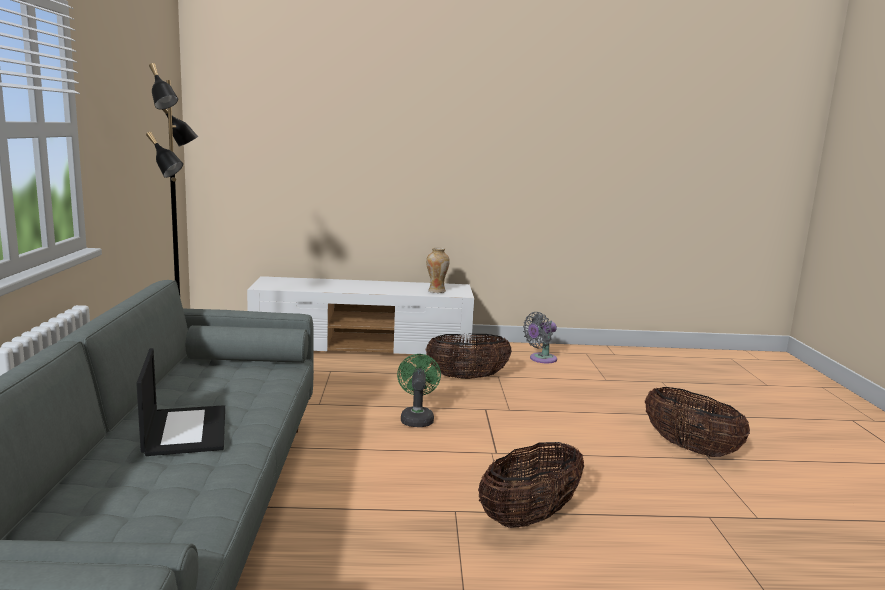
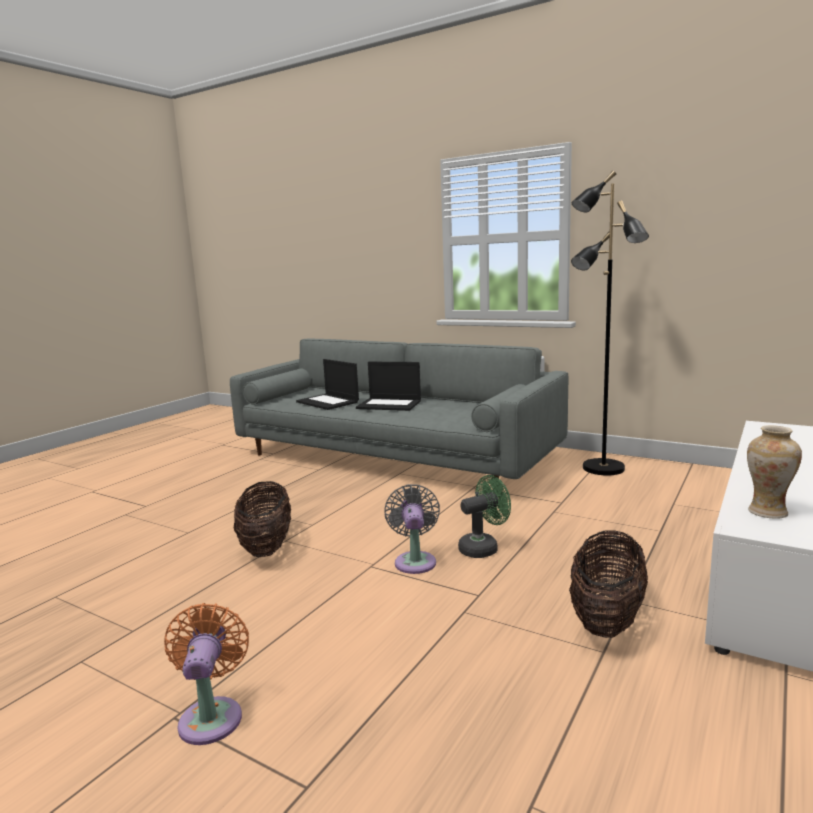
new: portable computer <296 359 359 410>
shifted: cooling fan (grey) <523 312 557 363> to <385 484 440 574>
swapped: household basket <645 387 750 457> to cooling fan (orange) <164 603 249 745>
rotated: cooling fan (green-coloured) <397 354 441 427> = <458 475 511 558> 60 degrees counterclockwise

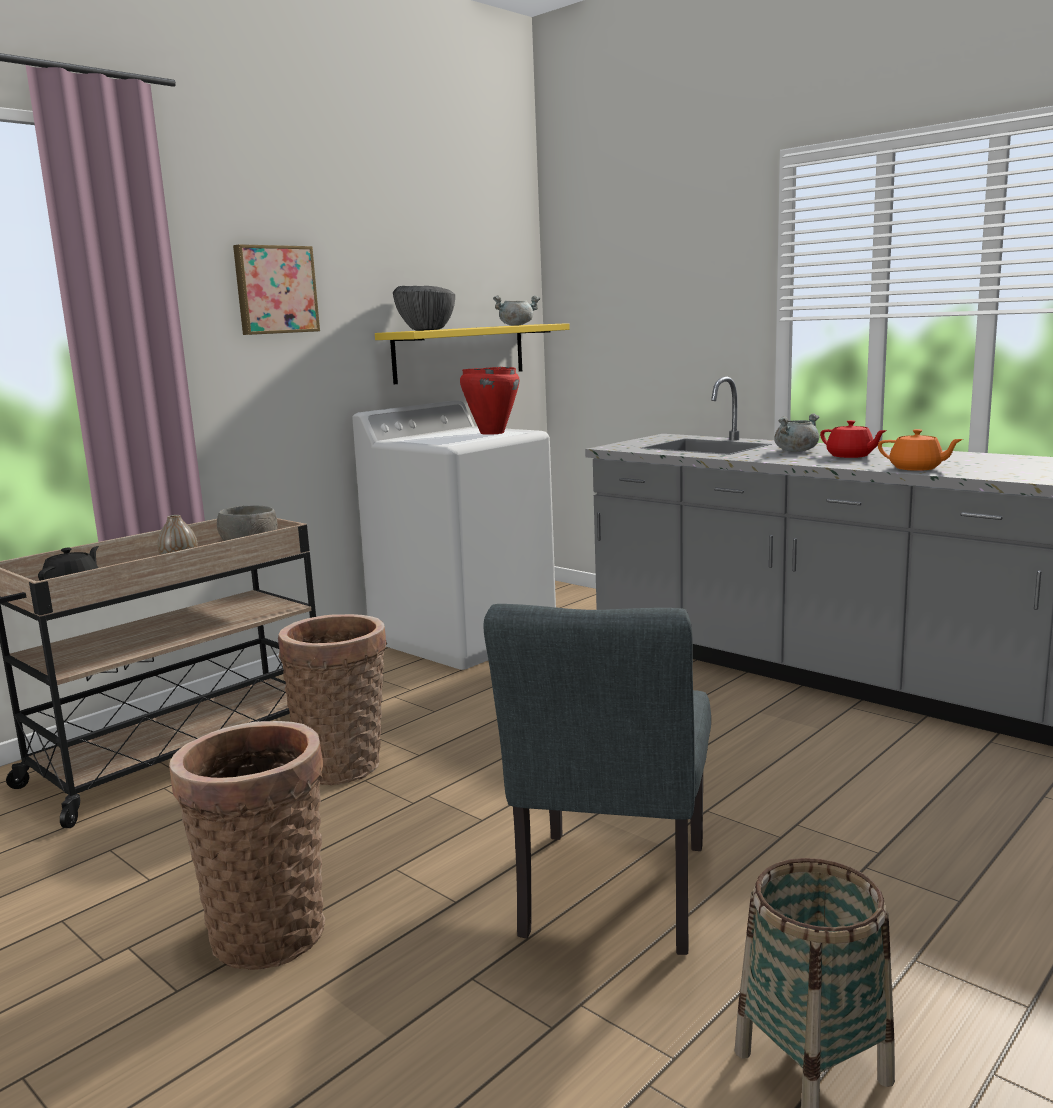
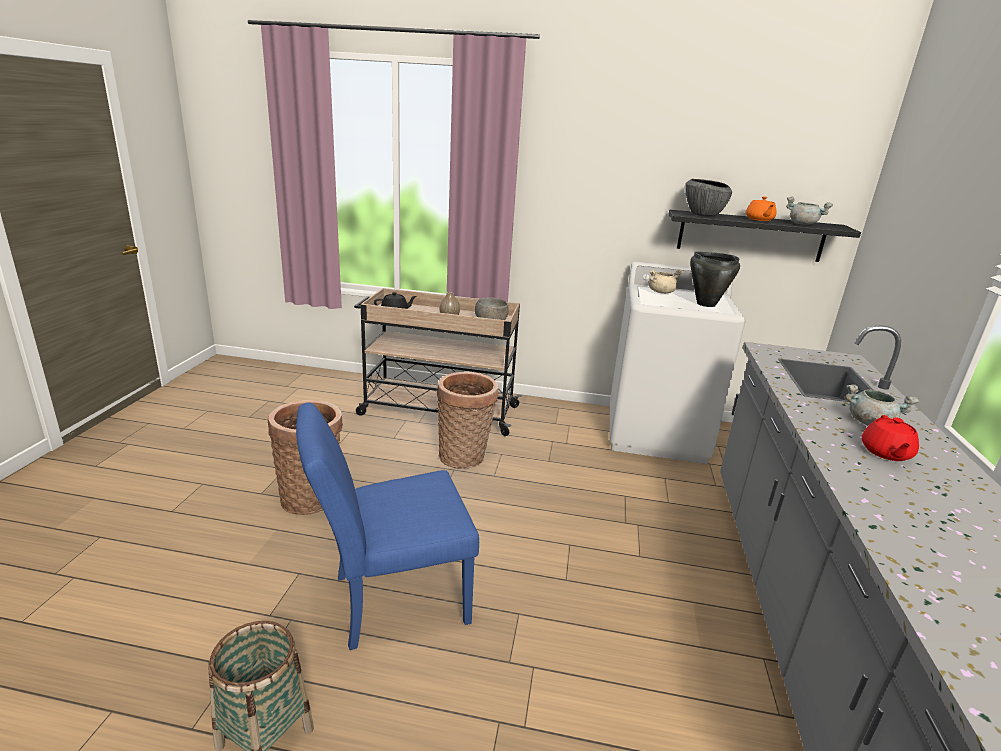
gone: wall picture <233 244 320 335>
new: cooking pot (beige) <649 270 683 294>
shifted: tea pot (orange) <878 429 963 471> to <746 196 776 221>
repainted: shelf (yellowish) <375 323 570 384> to shelf (black) <668 210 861 262>; cooking pot (red) <460 367 519 435> to cooking pot (black) <690 252 740 307>; plain chair (grey) <483 604 711 955> to plain chair (blue) <296 402 479 650>

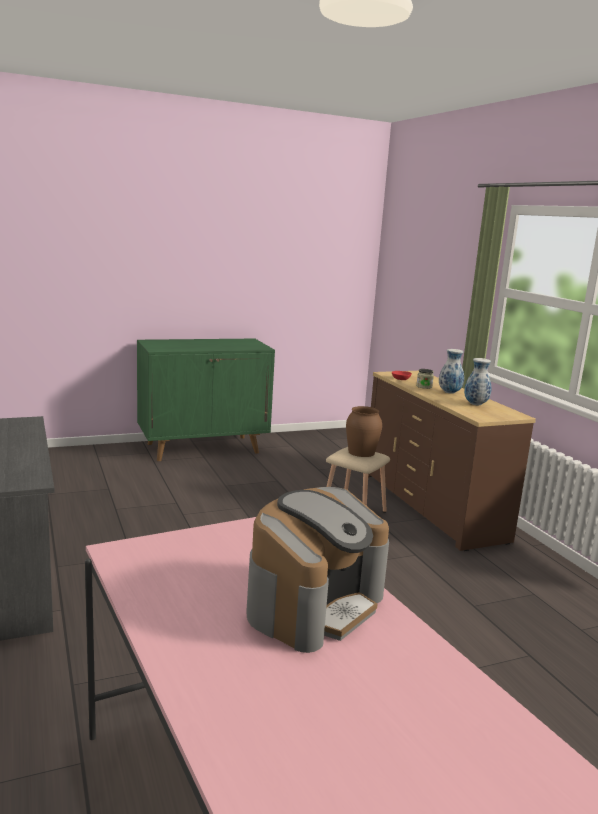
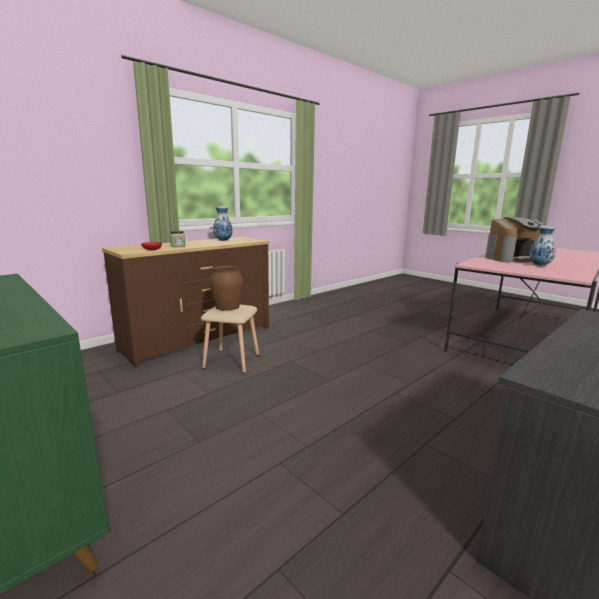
shifted: flower vase <439 349 464 394> to <529 226 556 266>
rotated: coffee brewer <246 487 389 653> = <485 217 546 263> 150 degrees clockwise

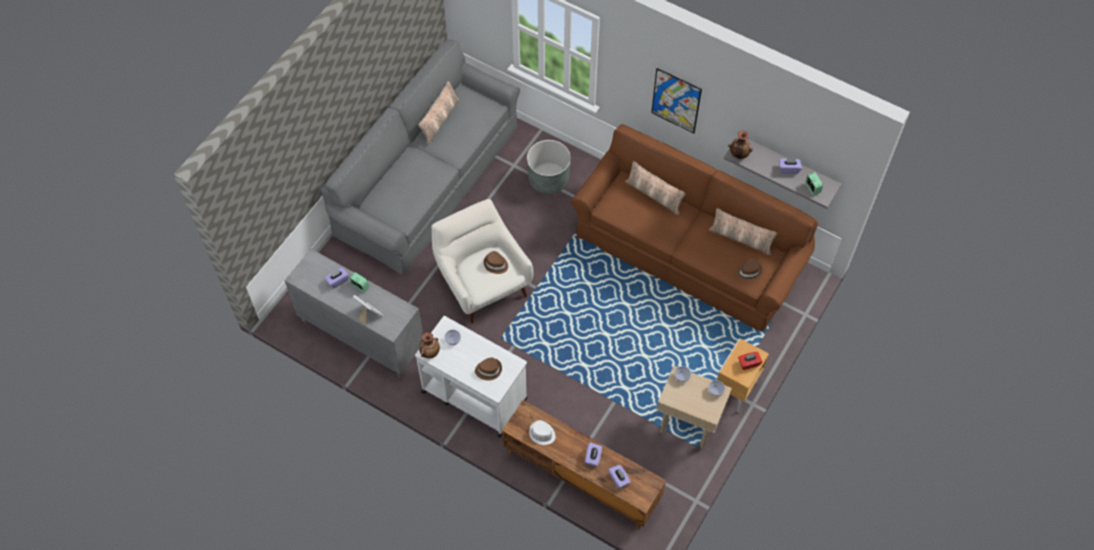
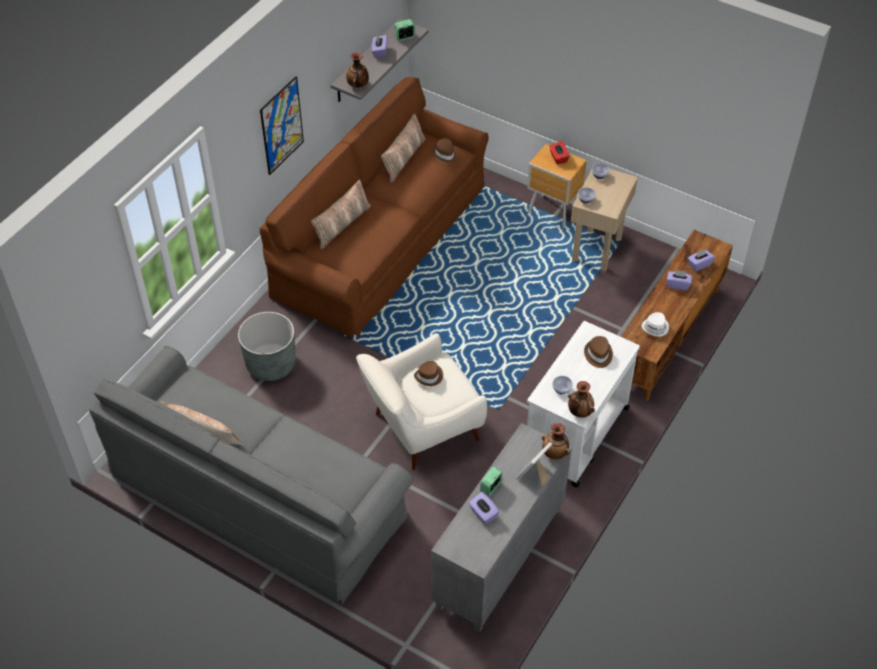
new: flower vase <542 423 569 460>

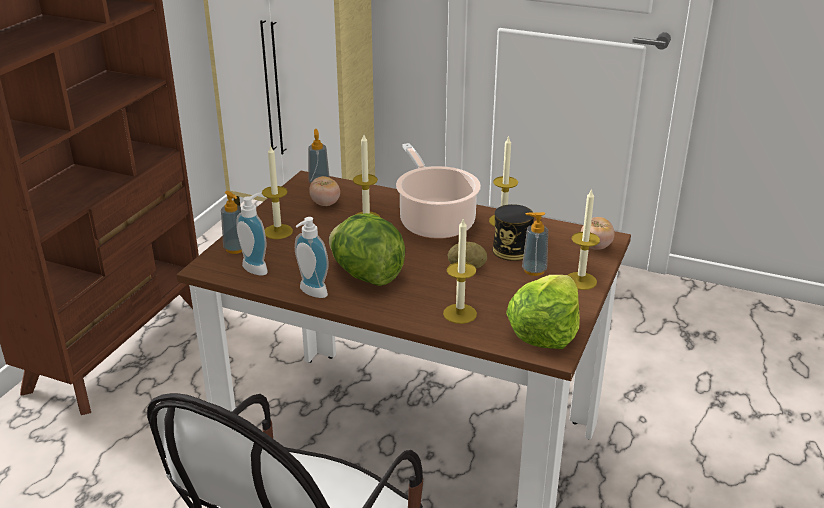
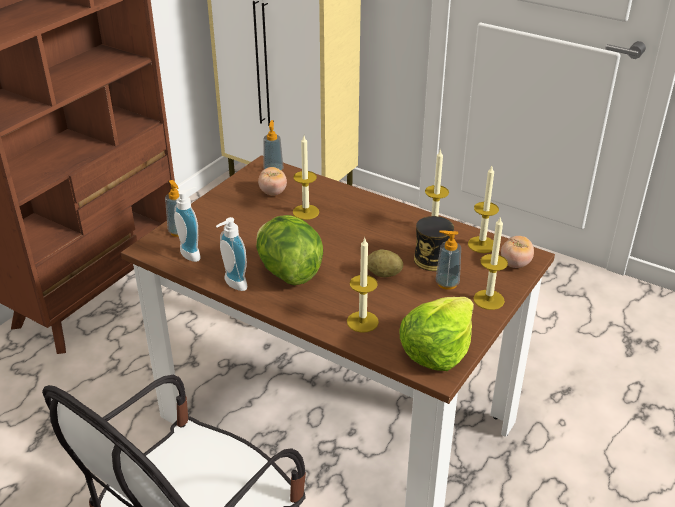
gone: cooking pot <396 143 481 239>
shifted: candle <262 144 293 239> to <468 166 499 253>

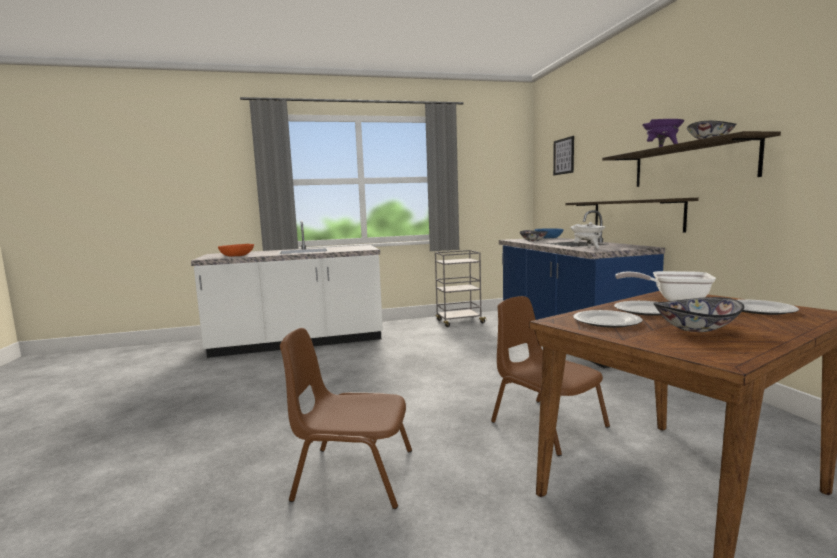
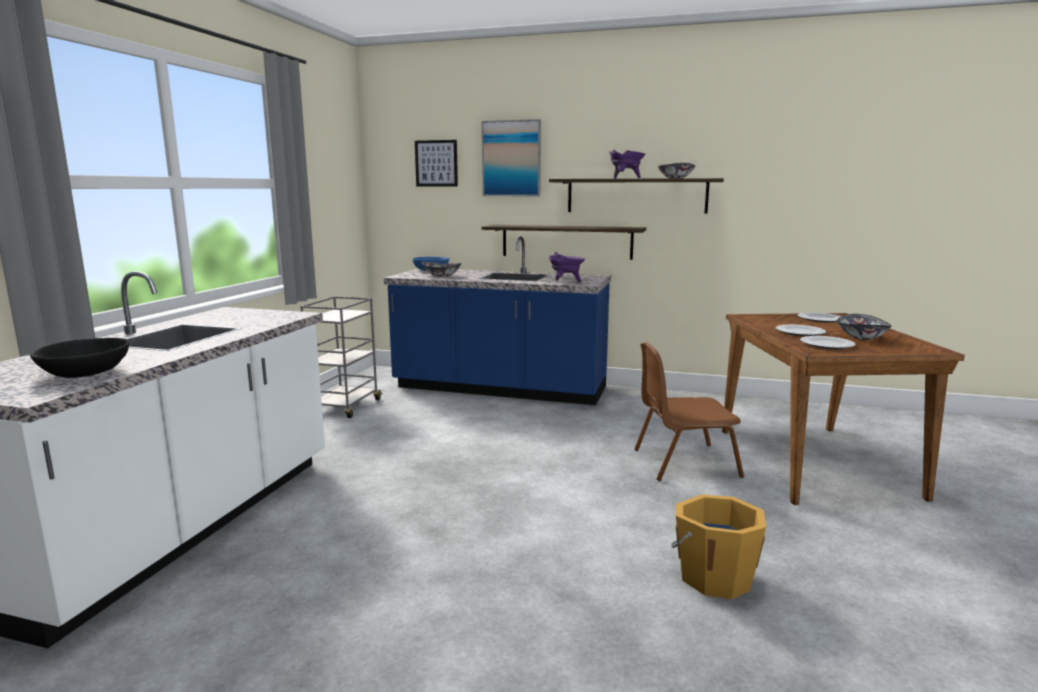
gone: skillet <615 271 716 301>
new: wall picture <482 119 541 196>
swapped: plain chair (brown-coloured) <280 328 412 509> to water bucket (orange) <671 494 766 599>
repainted: serving bowl (orange) <218 244 254 257> to serving bowl (black) <30 338 129 378>; cooking pot (white) <570 222 605 249> to cooking pot (purplish) <549 252 585 282>

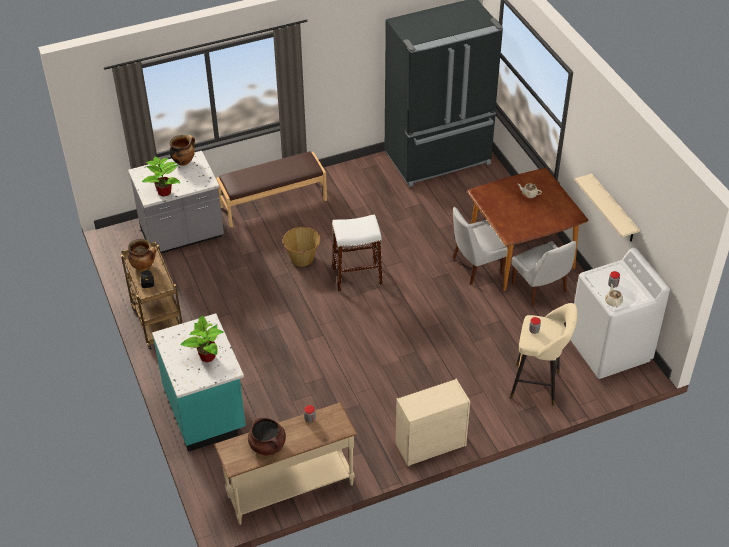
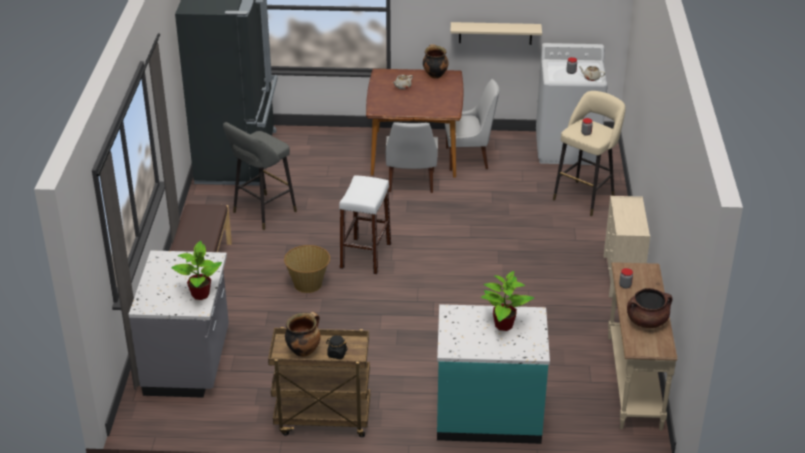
new: stool seat (grey) <223 122 297 230>
shifted: cooking pot <169 135 195 166> to <423 44 449 79>

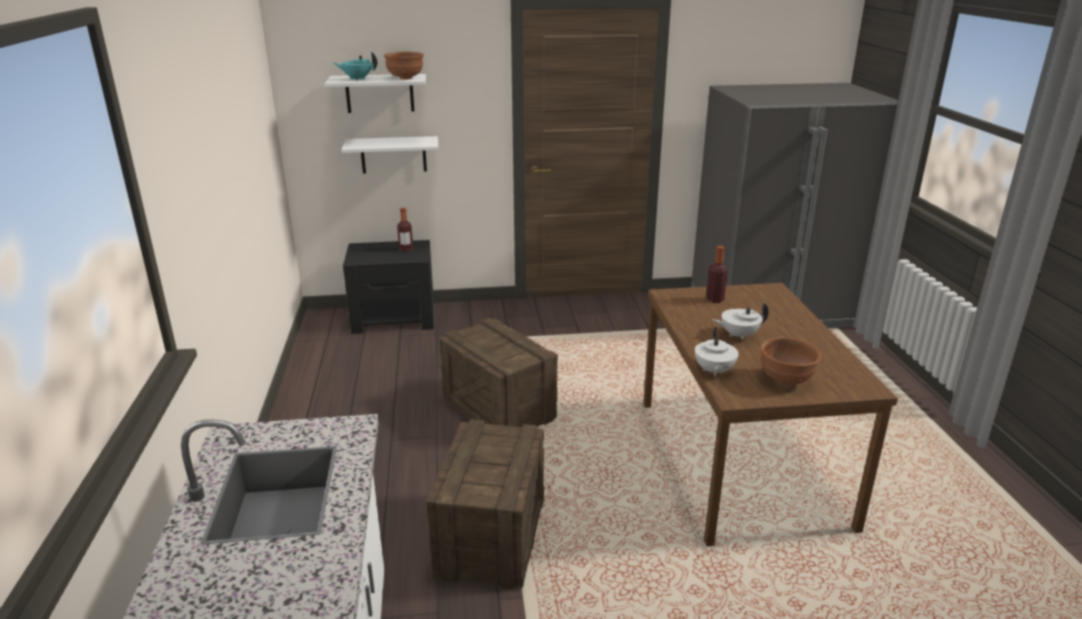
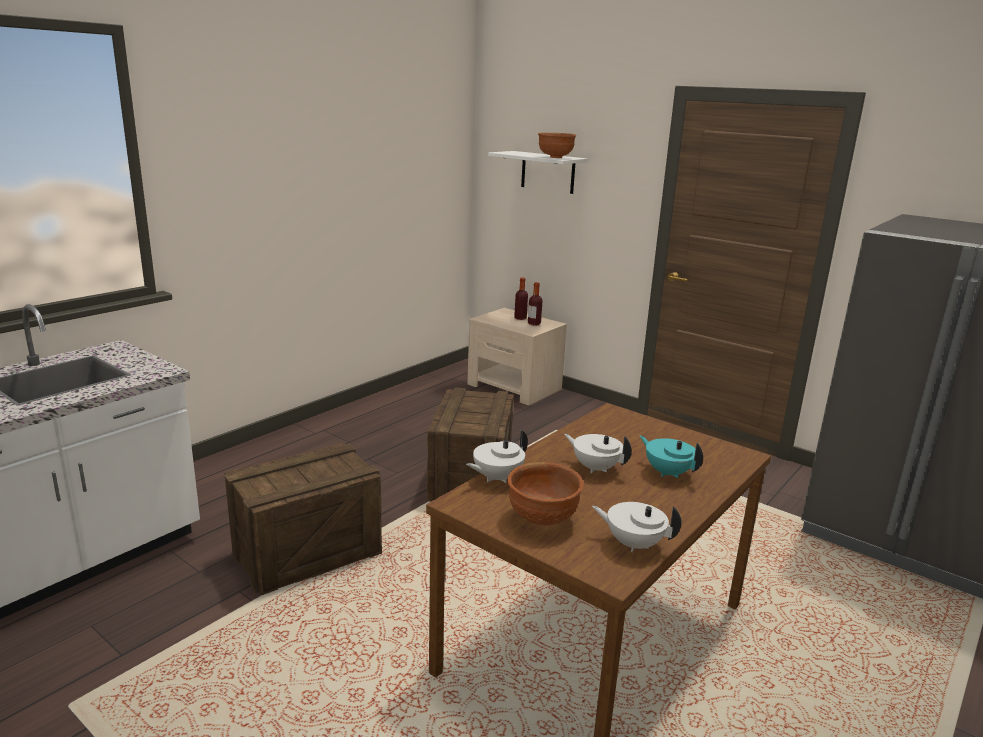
gone: shelf (white) <341 136 438 174>
new: tea pot (white) <592 502 682 552>
shifted: tea pot (blue-green) <334 52 377 80> to <640 436 703 478>; bottle <706 246 727 303> to <514 277 528 320>
repainted: bedside table (black) <343 240 434 334> to bedside table (beige) <467 308 567 405>

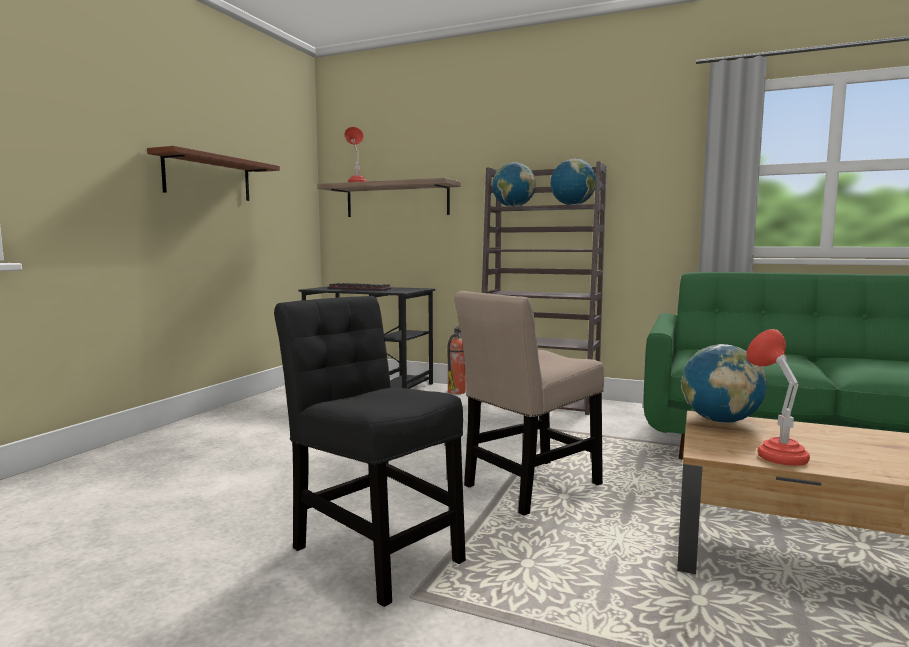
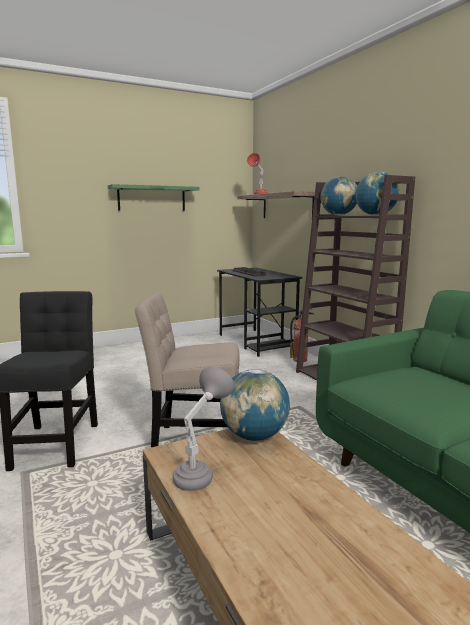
repainted: shelf (brown-coloured) <147 146 280 201> to shelf (green-coloured) <108 184 199 211>; tabletop lamp (red) <746 329 810 466> to tabletop lamp (grey) <173 367 234 491>

